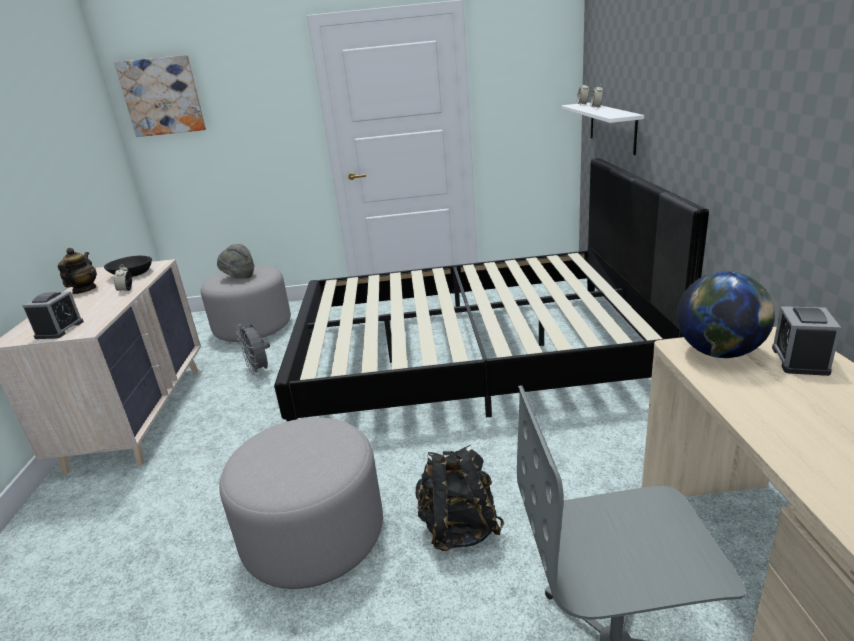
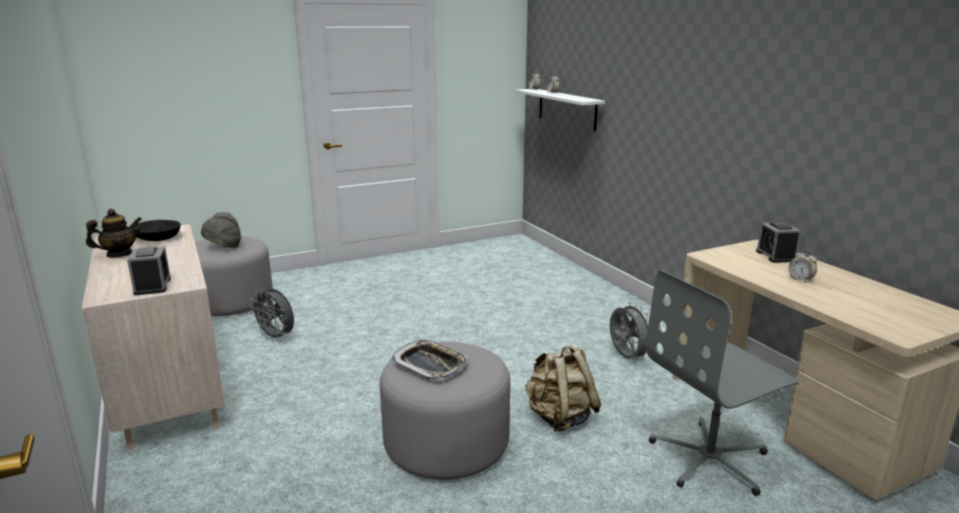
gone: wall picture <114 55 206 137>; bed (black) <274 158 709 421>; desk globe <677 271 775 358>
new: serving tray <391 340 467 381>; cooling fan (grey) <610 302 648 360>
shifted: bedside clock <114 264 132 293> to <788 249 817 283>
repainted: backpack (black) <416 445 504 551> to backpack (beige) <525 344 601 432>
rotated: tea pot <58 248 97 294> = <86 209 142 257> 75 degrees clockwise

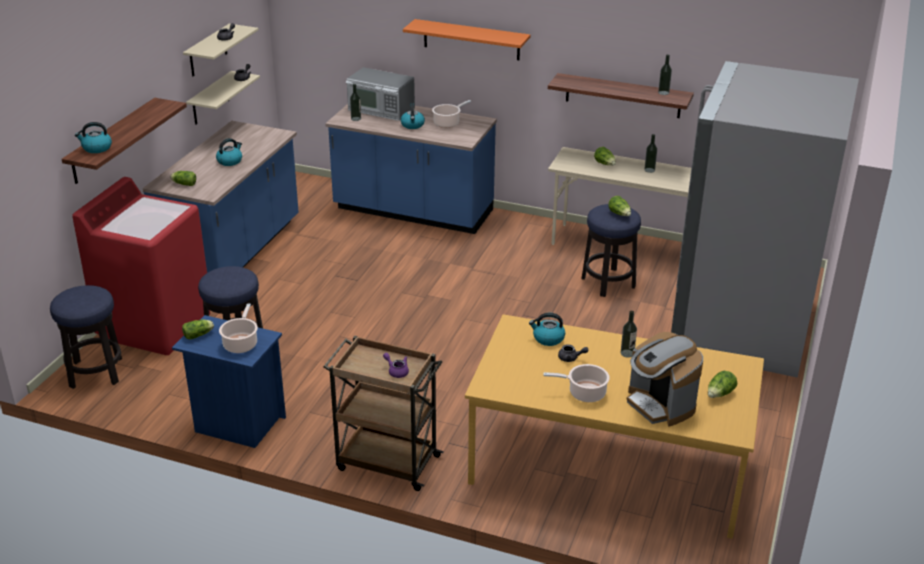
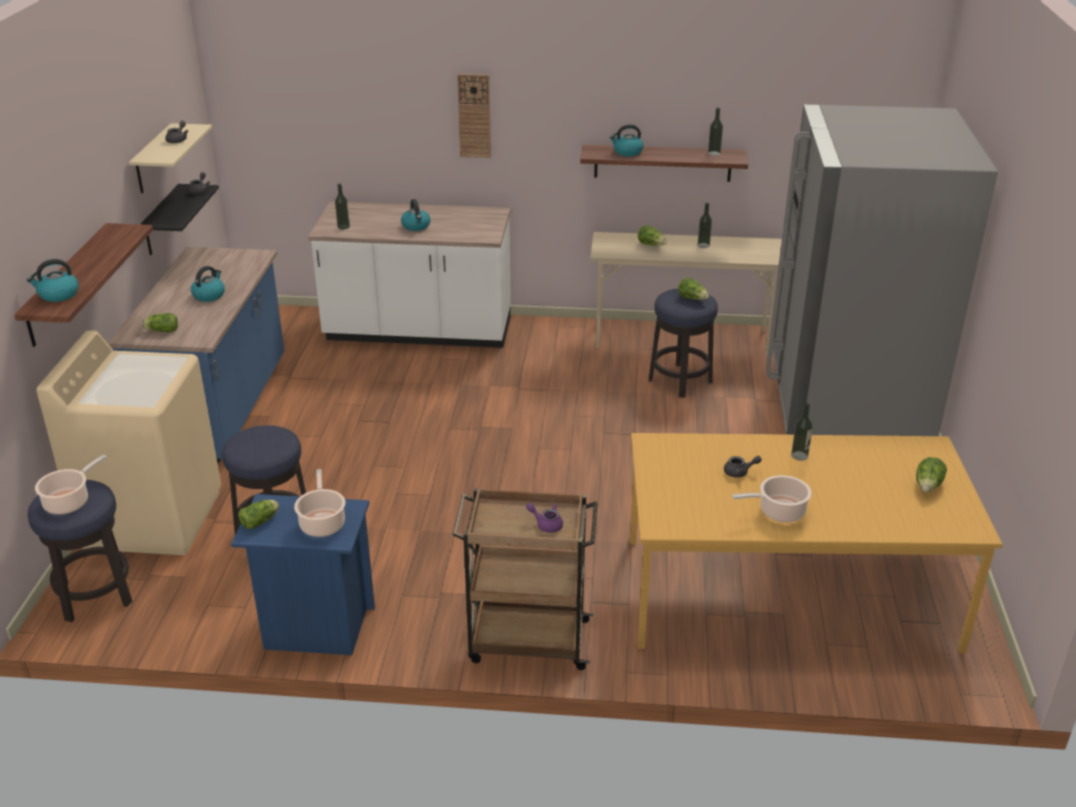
gone: microwave <346 67 415 121>; coffee brewer <626 332 703 427>
shifted: cooking pot <432 100 471 128> to <35 455 107 515>; kettle <529 313 565 346> to <610 124 643 156>
swapped: shelf (orange) <403 19 531 60> to wall clock <457 74 491 158>
repainted: washing machine (red) <72 177 210 355> to washing machine (beige) <36 330 221 555>; shelf (beige) <186 71 260 125> to shelf (black) <141 184 219 255>; counter (blue) <325 104 497 234> to counter (white) <308 201 511 348>

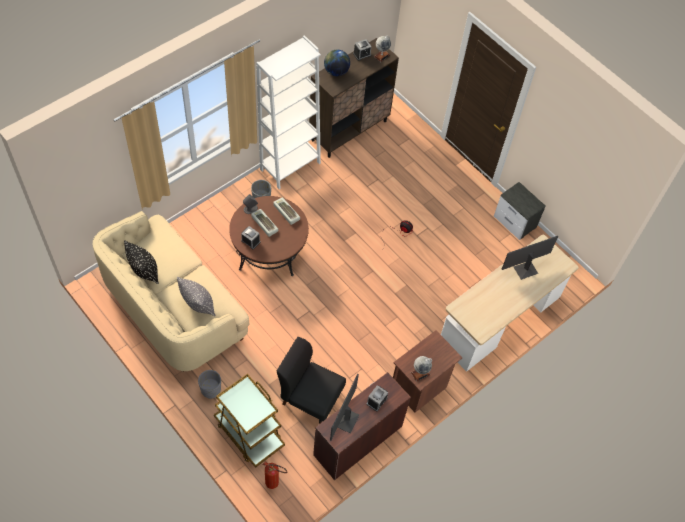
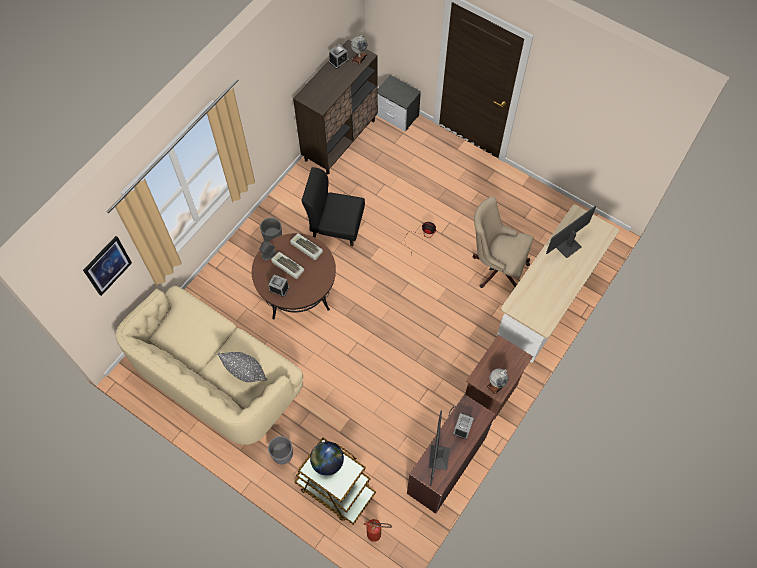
gone: pillow (black) <124 240 159 284>; bookshelf (white) <256 35 321 189>
new: wall picture <83 236 132 296>; computer chair (beige) <473 196 534 290>
shifted: plain chair (black) <277 337 346 424> to <302 167 365 246>; desk globe <324 50 350 76> to <310 441 344 476>; bedside table <494 182 546 240> to <376 75 421 131>

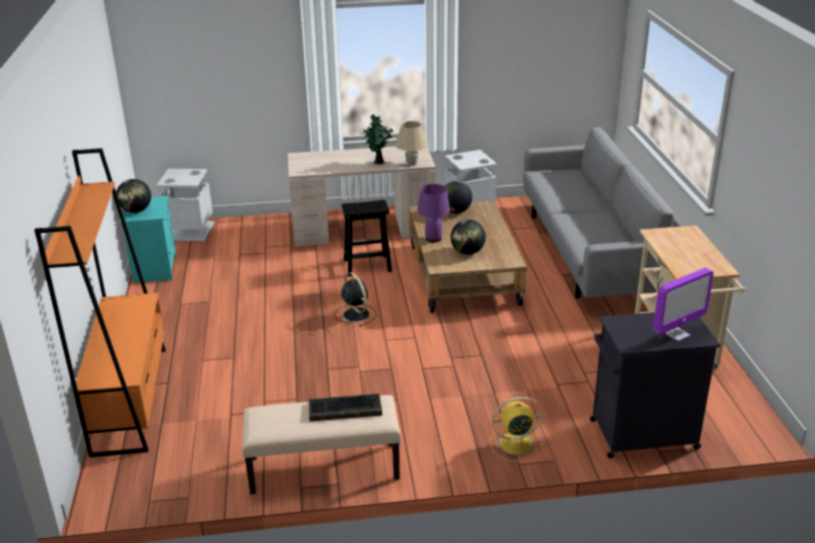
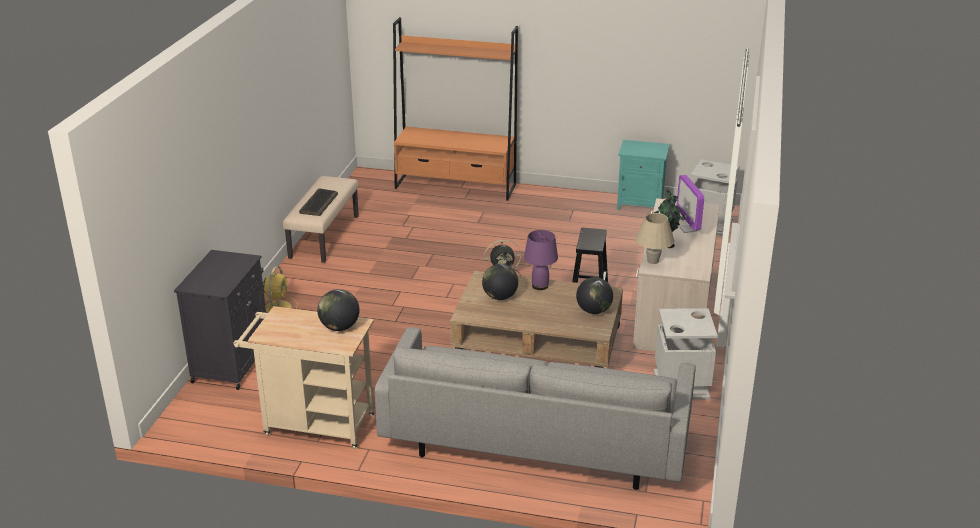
shifted: desk globe <116 179 151 213> to <317 289 360 331>; computer screen <653 268 714 341> to <676 175 704 233>

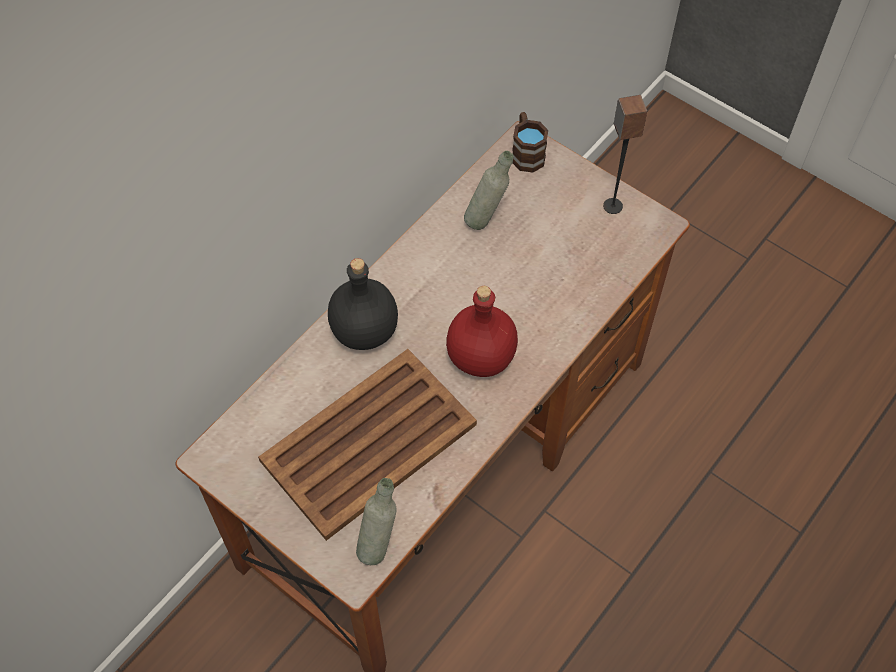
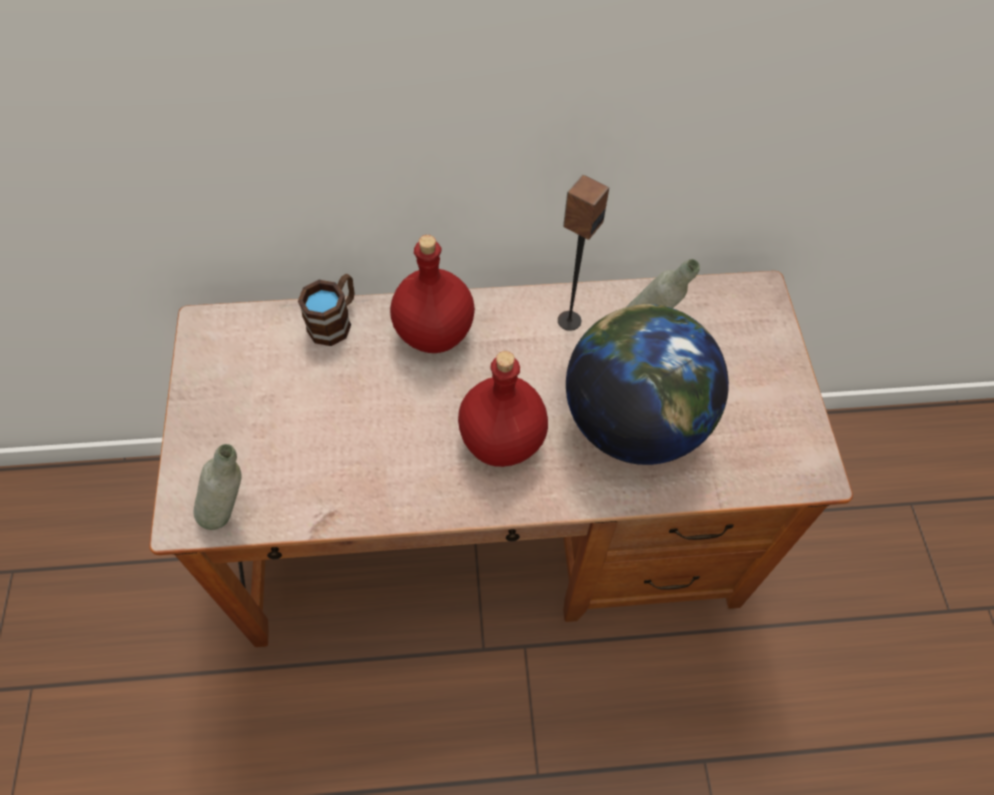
gone: serving tray (brown-coloured) <258 349 477 541>
new: desk globe <566 304 729 465>
shifted: mug (brown-coloured) <513 112 548 173> to <298 274 355 346>; loudspeaker <603 95 647 214> to <558 175 609 331>
repainted: bottle (black) <328 258 398 350> to bottle (red) <390 235 475 353>

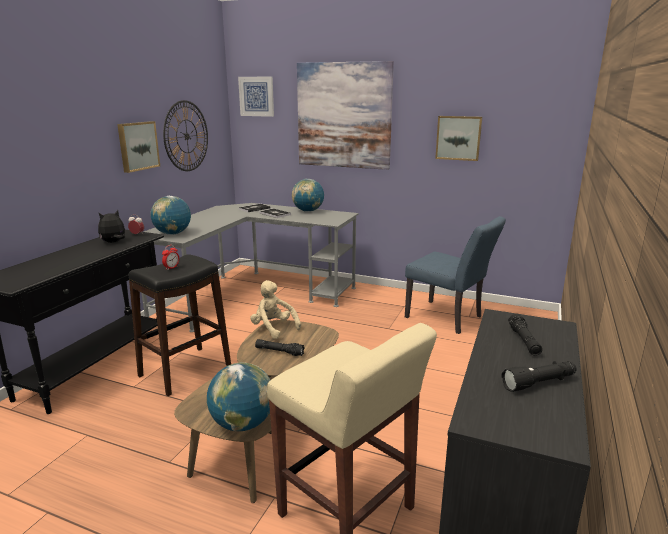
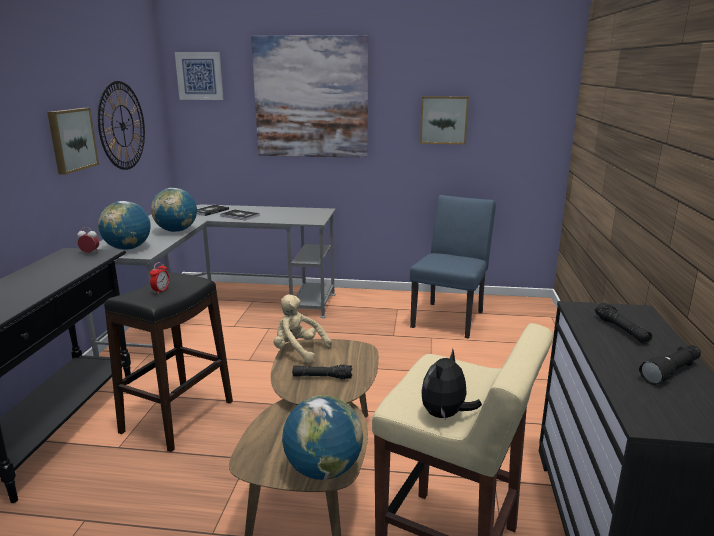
shifted: plush toy <98 210 125 243> to <421 349 482 420>; desk globe <292 179 324 212> to <151 188 197 232>
rotated: plain chair (blue) <405 216 506 334> = <410 195 496 339> 90 degrees counterclockwise

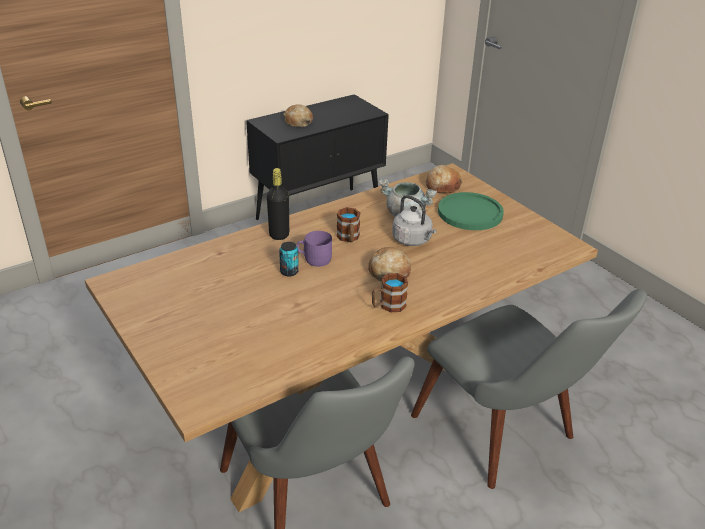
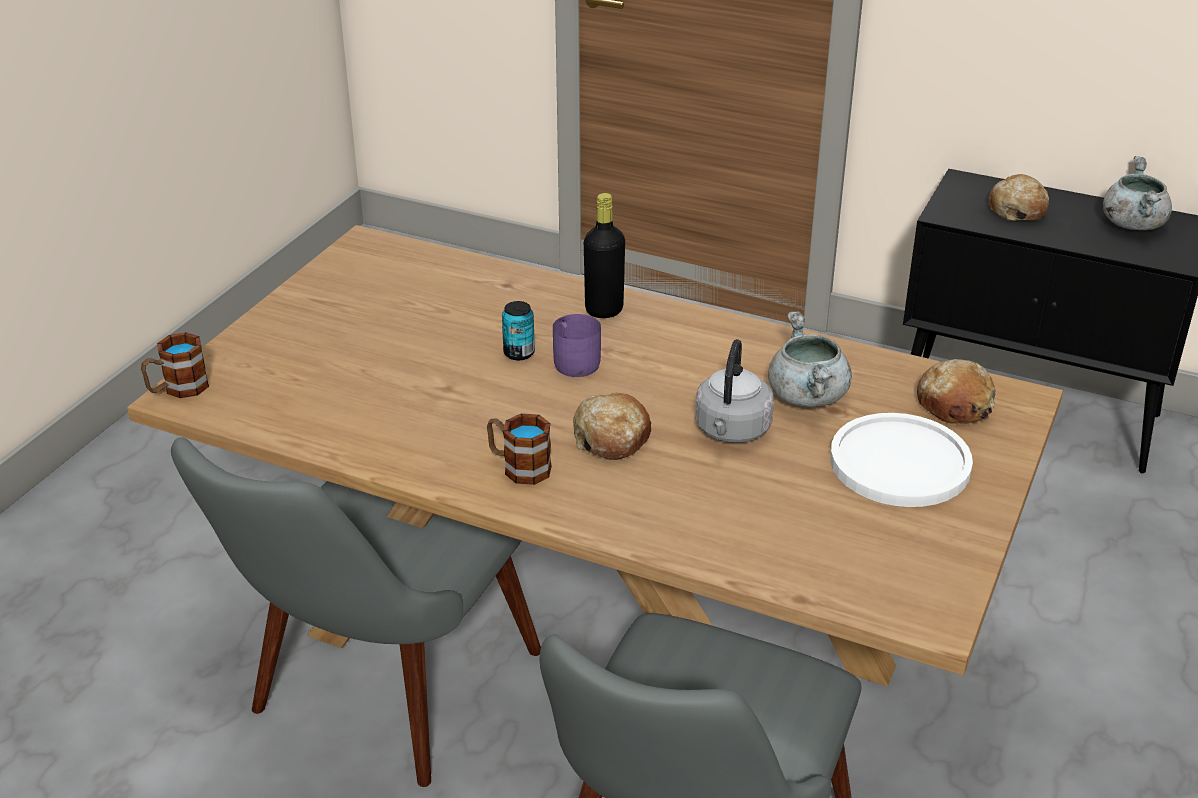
new: cooking pot (grey) <1103 156 1172 230>
shifted: mug <337 207 360 243> to <141 332 209 398>
repainted: dinner plate (green-coloured) <438 192 504 230> to dinner plate (white) <830 413 973 507>

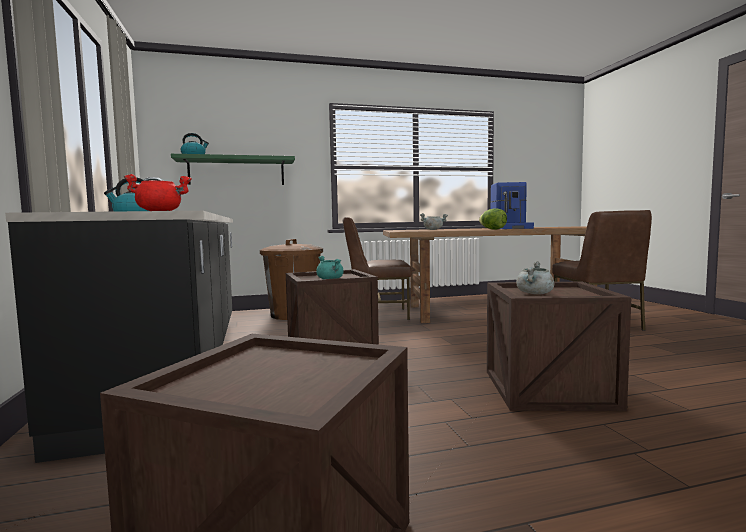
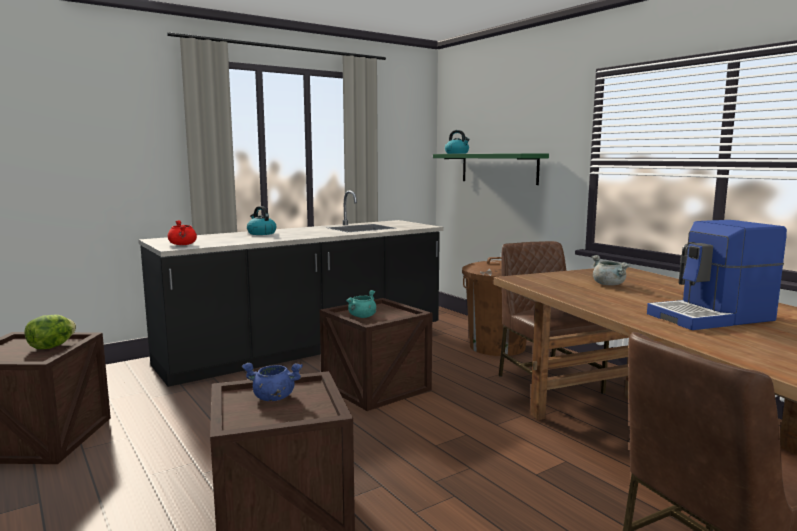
shifted: head of lettuce <479 208 507 230> to <25 315 76 349>
repainted: cooking pot (grey) <516 261 554 295> to cooking pot (blue) <242 363 303 401>

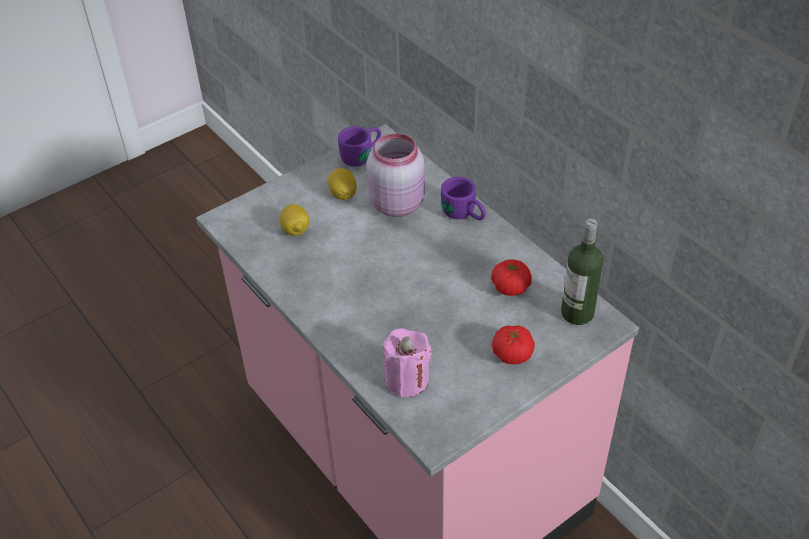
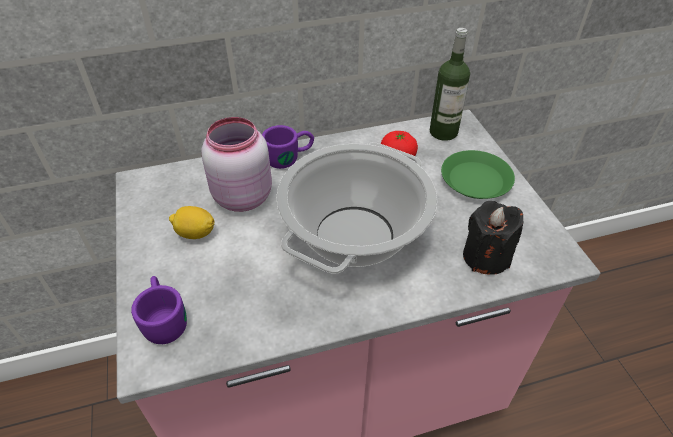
gone: whole lemon <279 204 309 236>
new: cooking pot <276 143 437 274>
shifted: mug (purplish) <338 126 381 167> to <131 276 187 344>
swapped: tomato <492 325 535 364> to dinner plate (green-coloured) <441 150 515 199>
repainted: candle (pink-coloured) <383 328 432 398> to candle (black) <463 201 524 275>

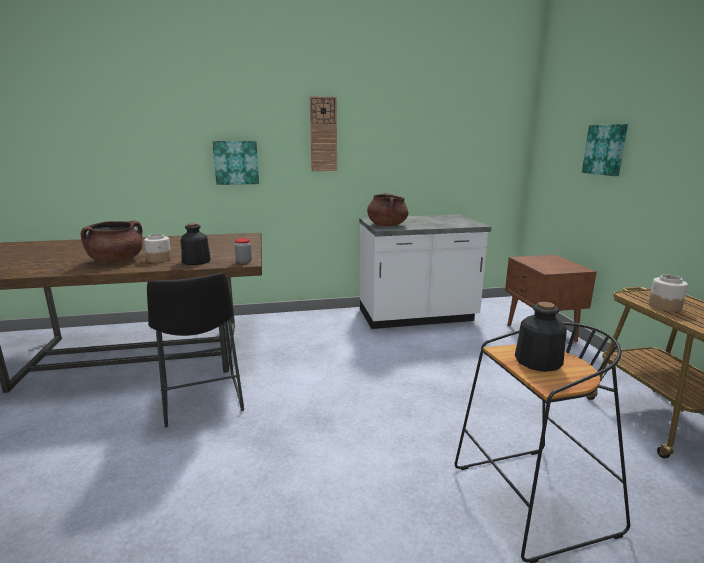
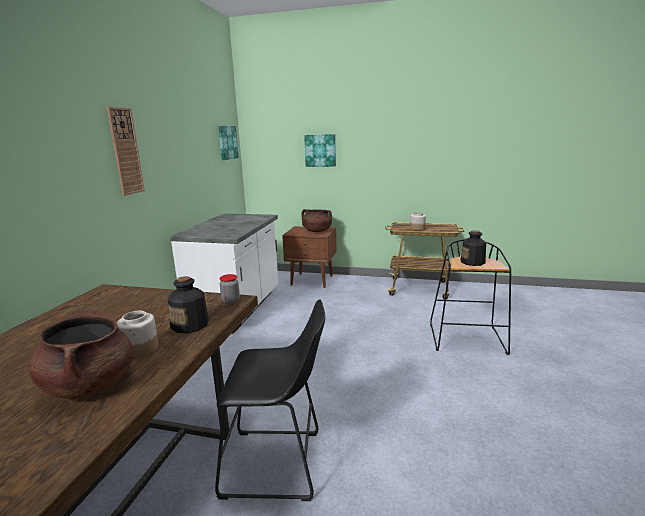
shifted: wall picture <212 141 259 185> to <218 126 239 160>; cooking pot (brown-coloured) <367 193 408 226> to <301 209 332 232>

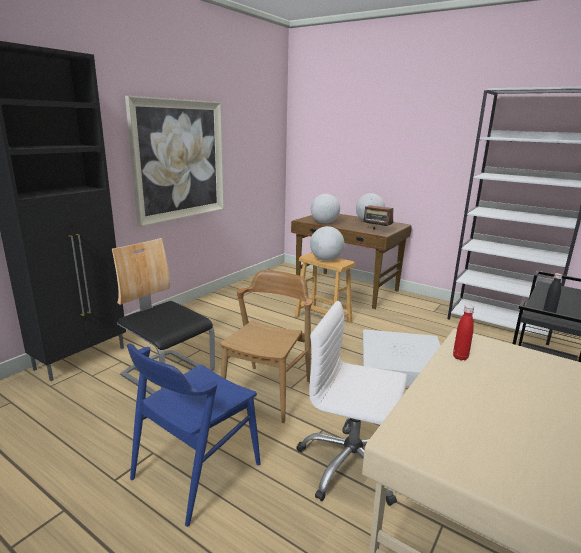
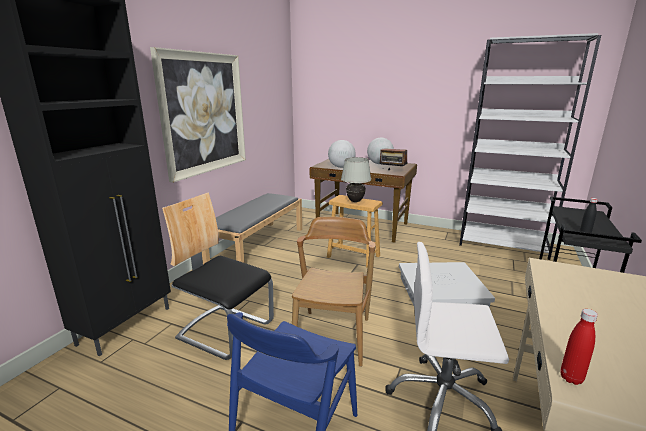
new: long seat (grey) <202 193 302 264>
shifted: bottle (red) <453 305 474 361> to <560 309 598 385>
swapped: desk globe <310 226 344 261> to tabletop lamp (white) <341 157 371 202>

